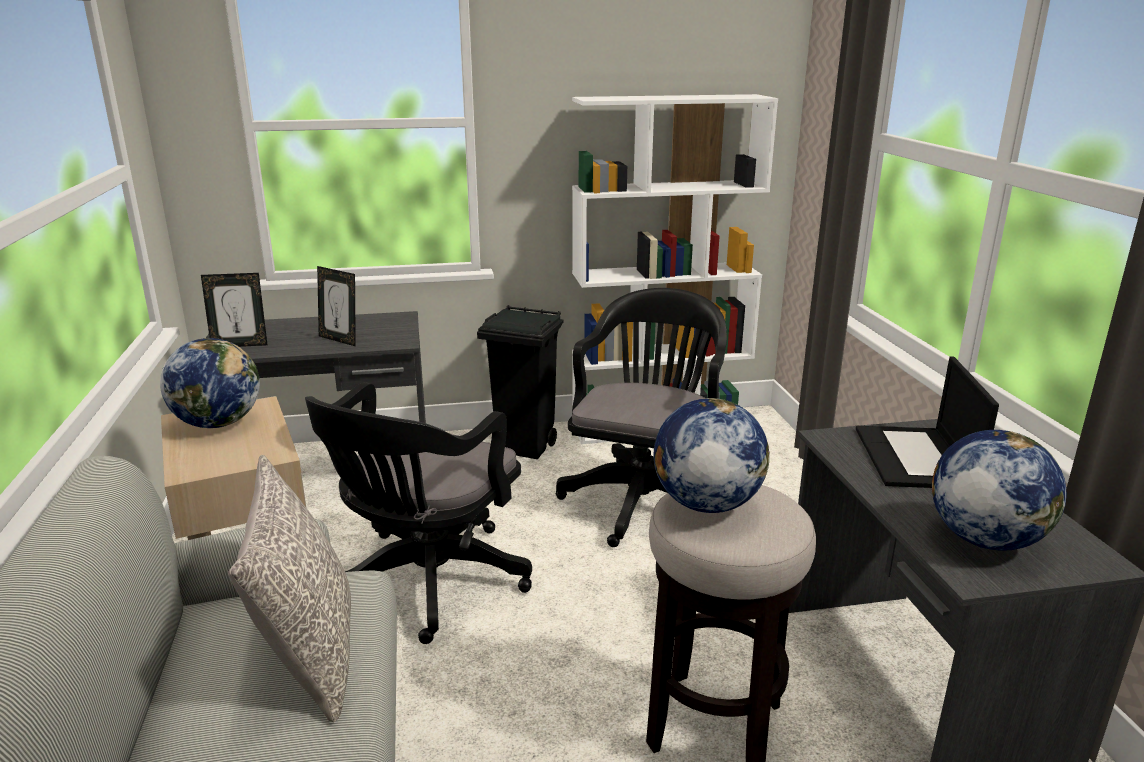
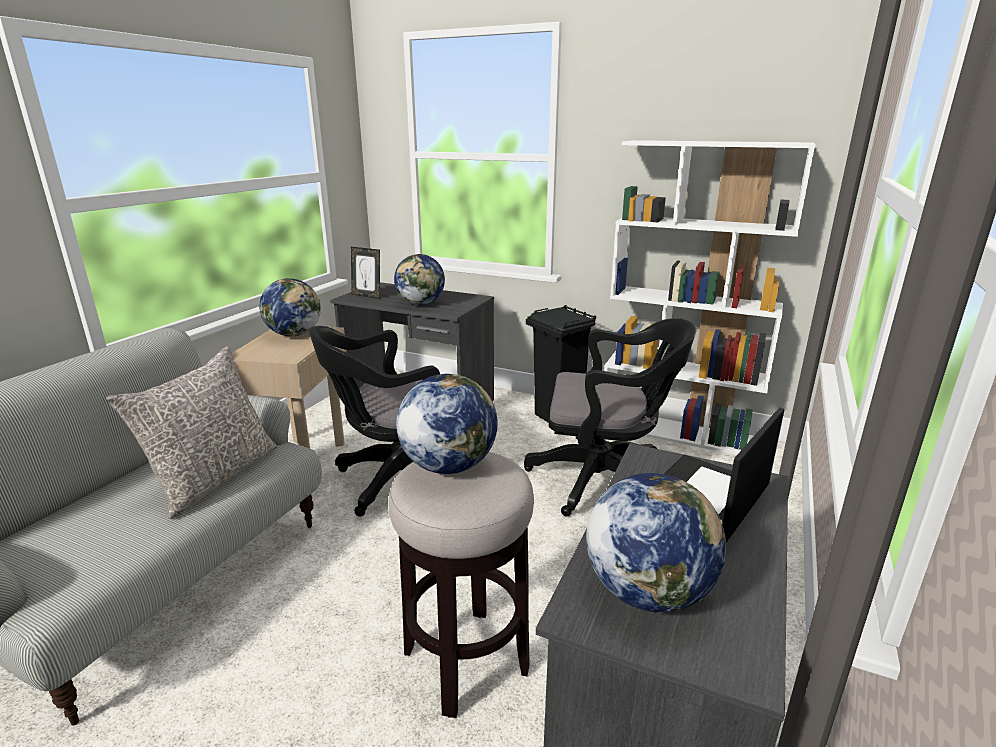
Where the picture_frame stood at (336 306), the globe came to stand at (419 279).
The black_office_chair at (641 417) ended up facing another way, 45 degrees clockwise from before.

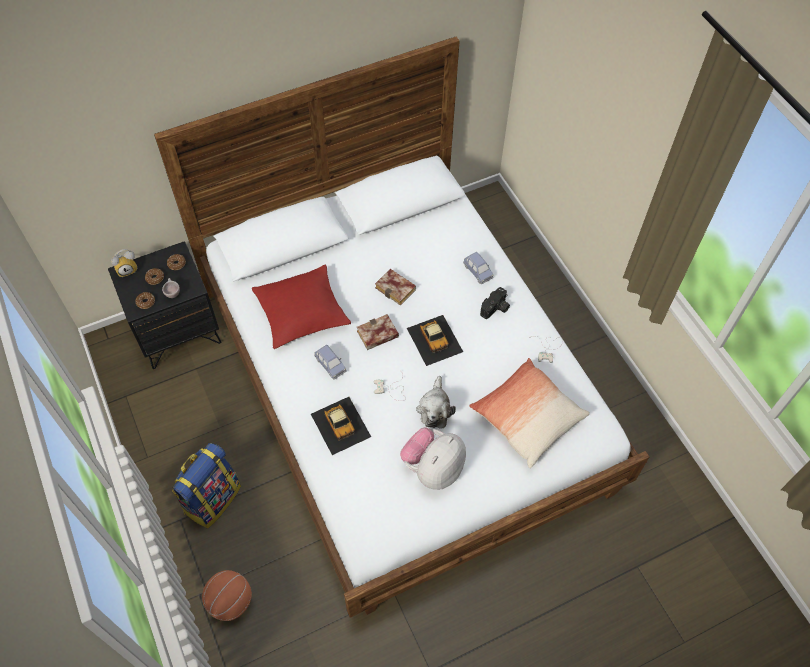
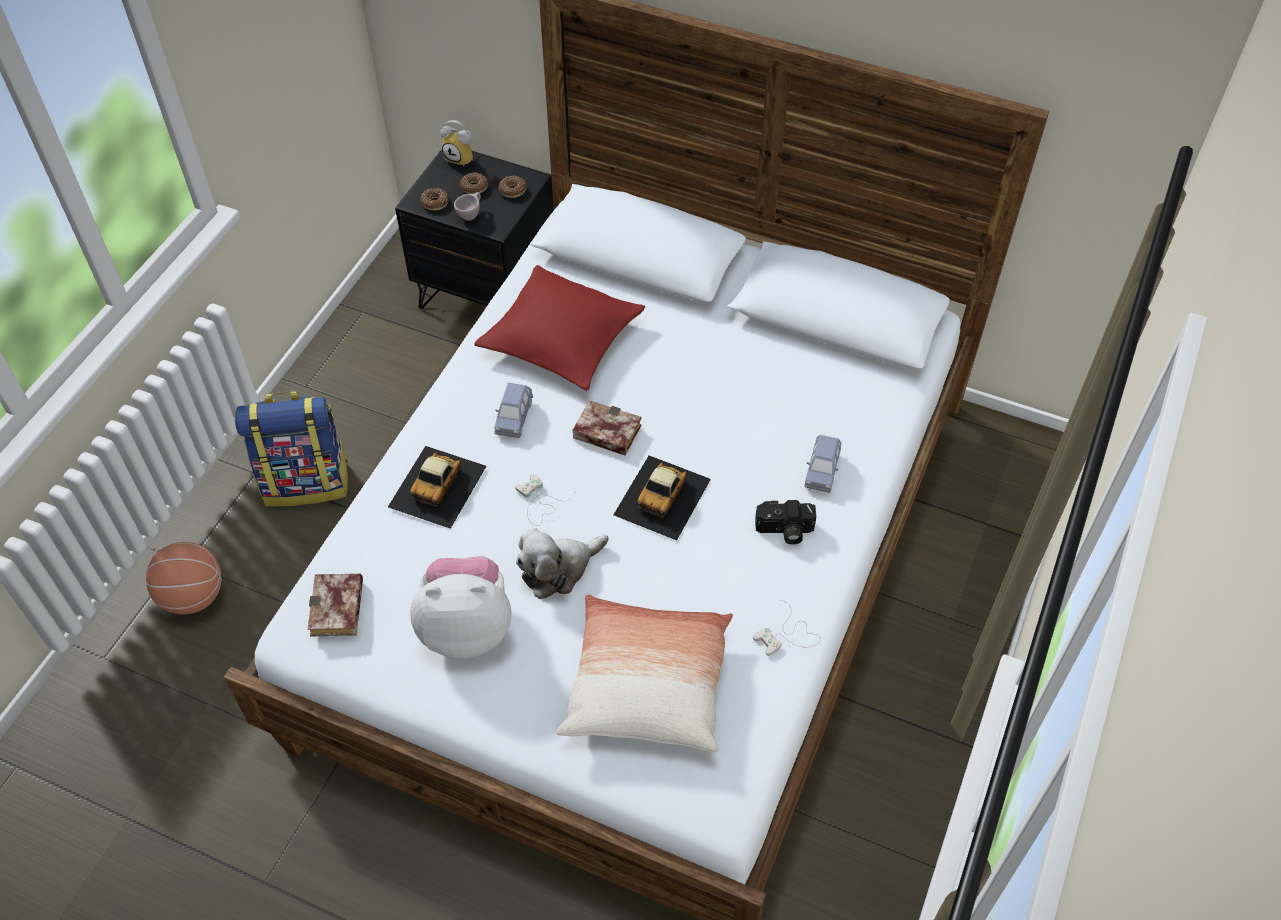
The book ended up elsewhere, having gone from (395 287) to (335 605).

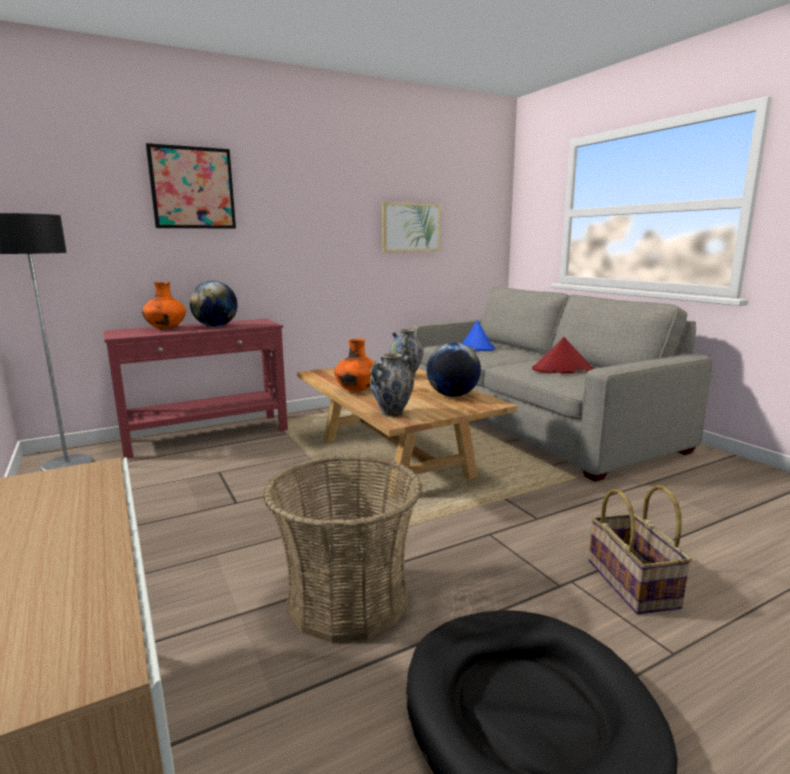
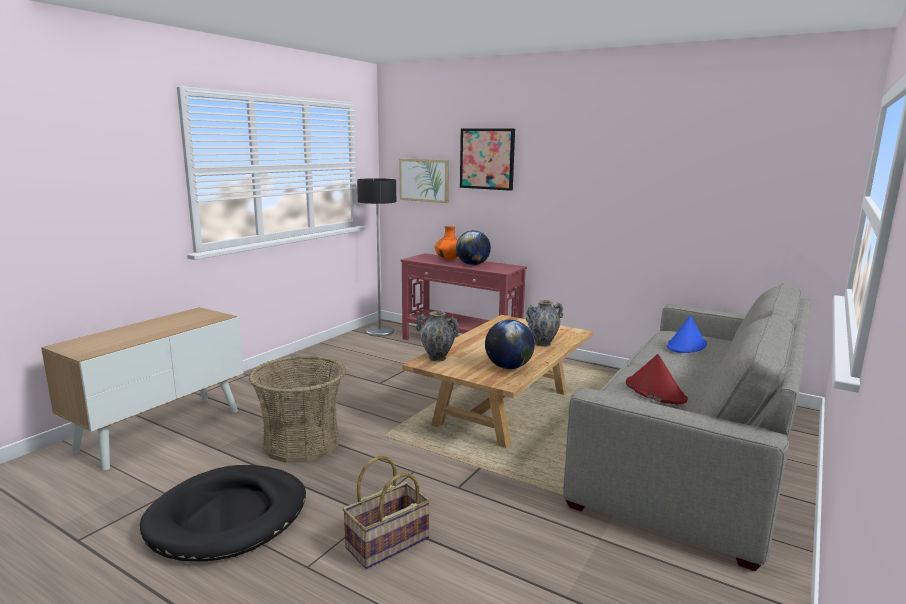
The second view lost the orange_vase at (354 365).
The picture ended up elsewhere, having gone from (411 227) to (424 181).

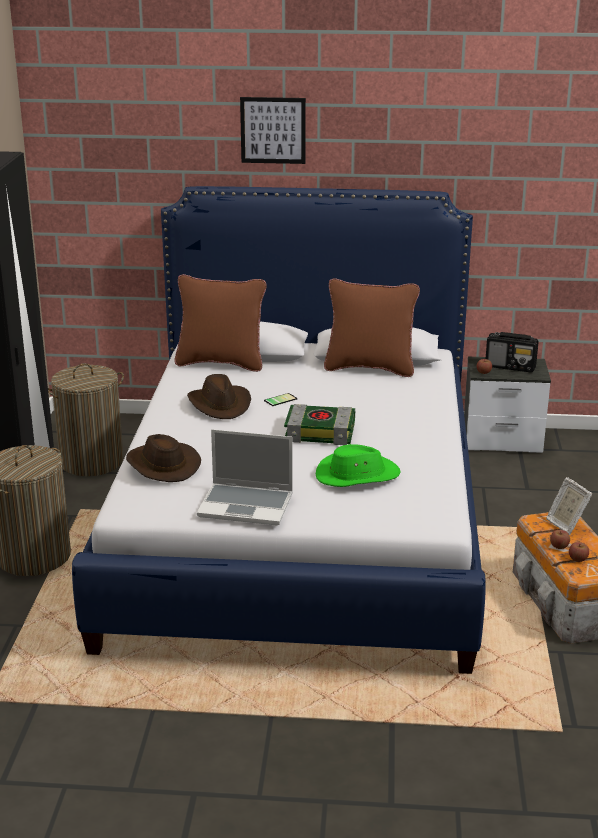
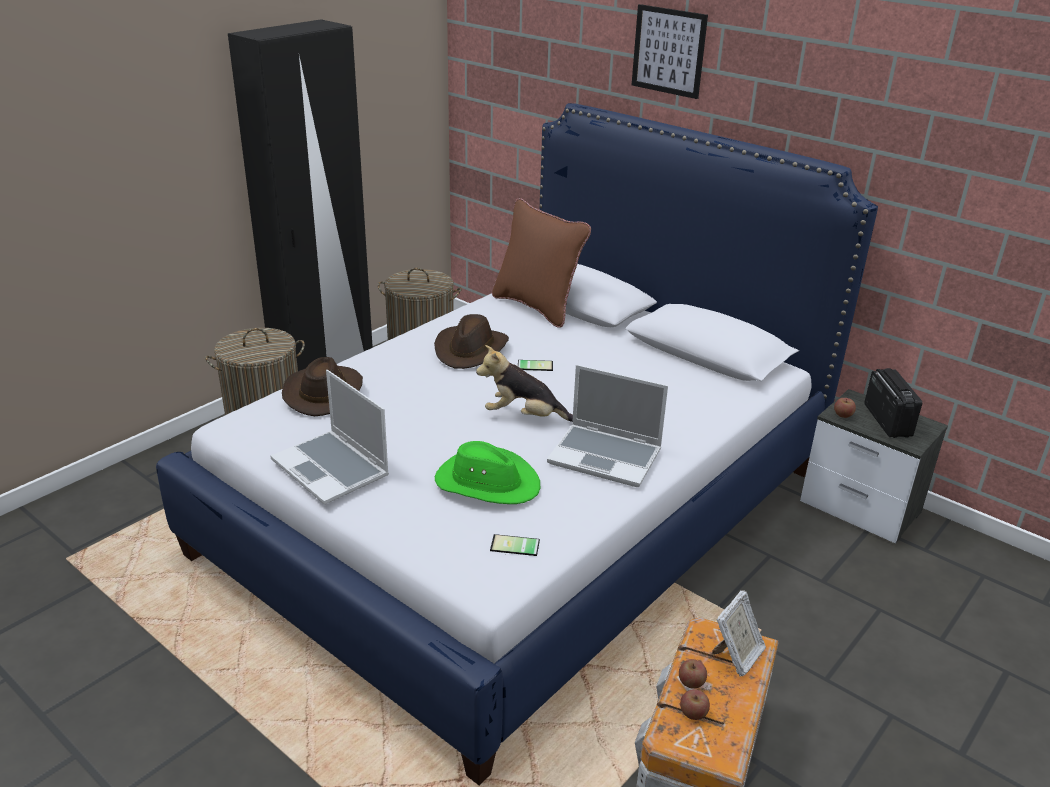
Where the book stood at (319 424), the plush_toy came to stand at (524 383).
The second view lost the brown_pillow at (372 327).
The radio at (512 352) ended up facing another way, 150 degrees counterclockwise from before.
The picture_frame at (569 506) ended up facing another way, 150 degrees counterclockwise from before.
The second view gained the phone at (515 545).
The second view gained the laptop at (607 426).

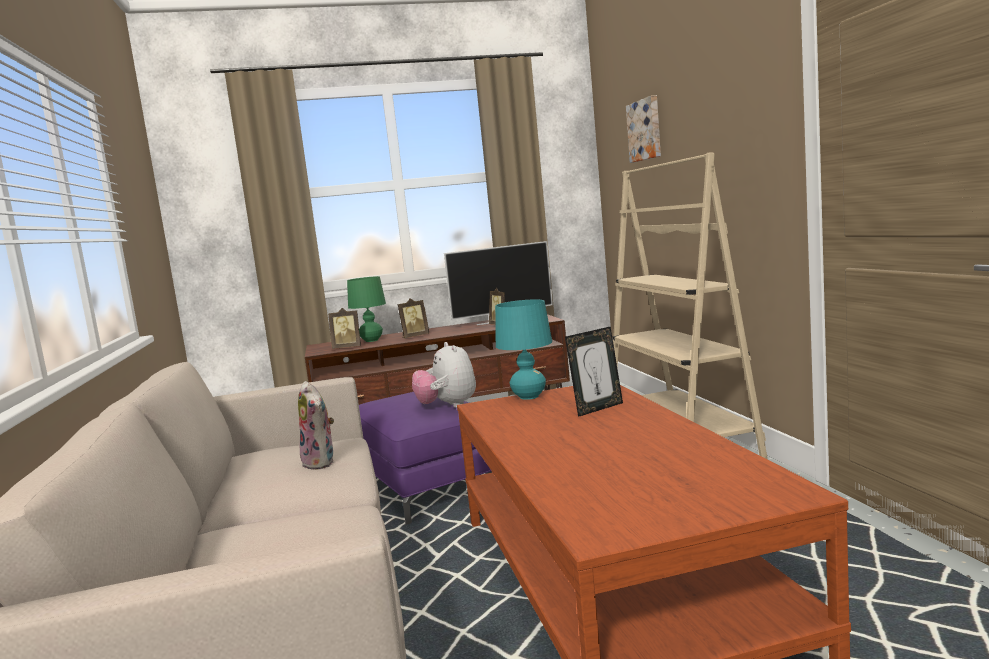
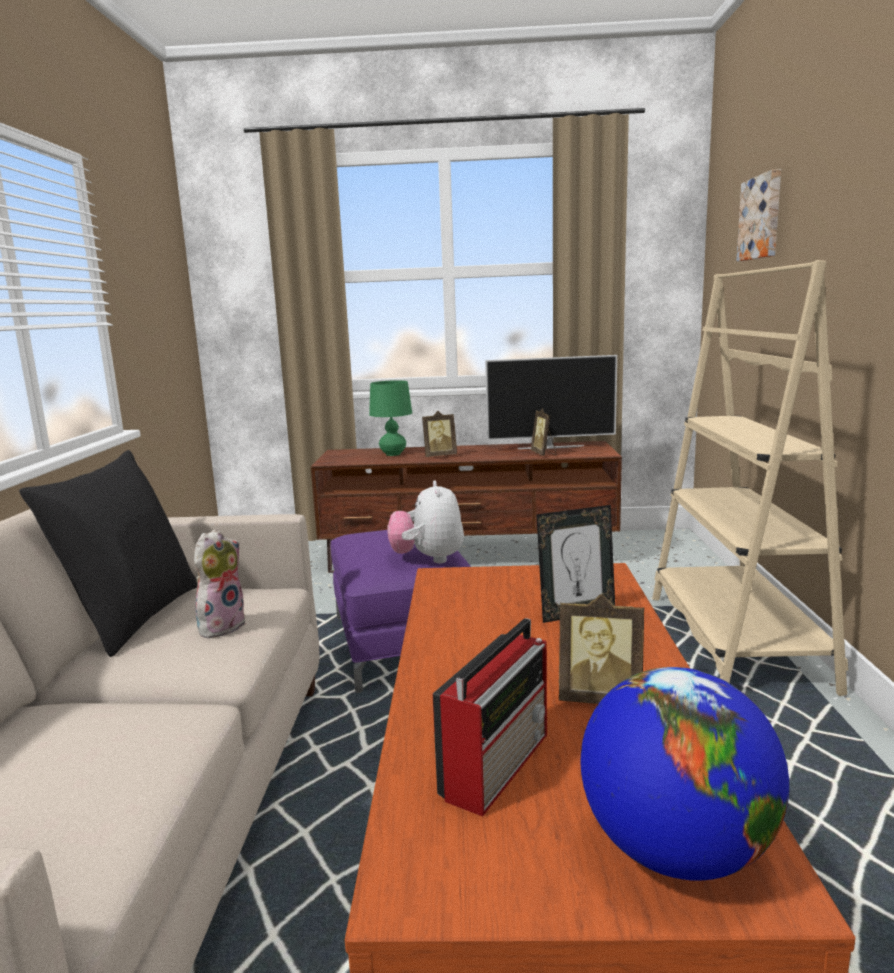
The plush_toy at (316 425) ended up facing another way, 135 degrees counterclockwise from before.
The picture_frame ended up elsewhere, having gone from (344 328) to (601 649).
The second view lost the turquoise_table_lamp at (523 349).
The second view gained the black_pillow at (108 553).
The second view gained the radio at (490 717).
The second view gained the globe at (685 774).

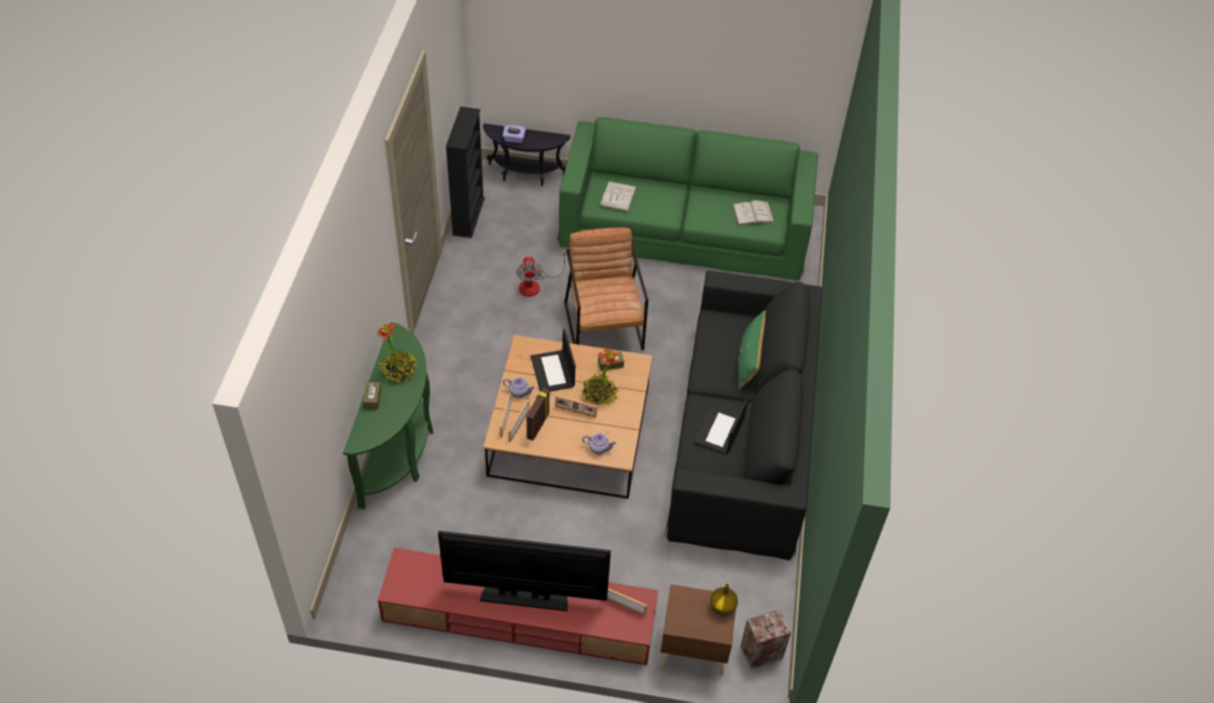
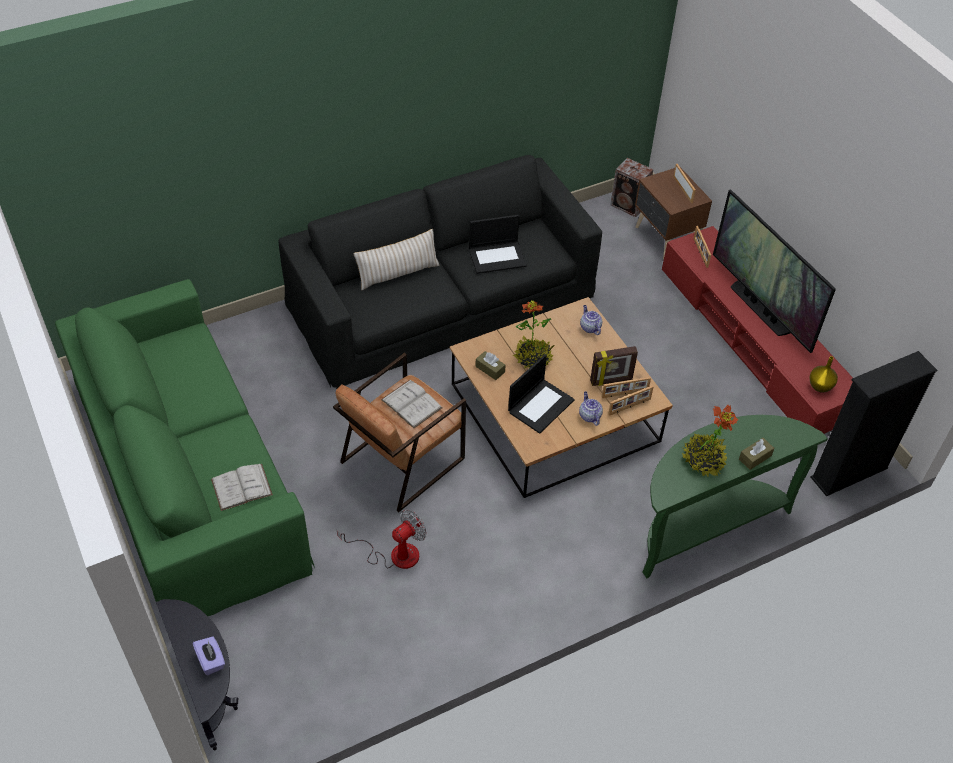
The black_bookcase ended up elsewhere, having gone from (465 172) to (874 423).
The picture_frame ended up elsewhere, having gone from (576 406) to (684 183).
The yellow_vase ended up elsewhere, having gone from (724 599) to (823 374).
The white_book ended up elsewhere, having gone from (753 212) to (411 404).
What was the green_pillow at (751 350) turned into the beige_pillow at (396 259).

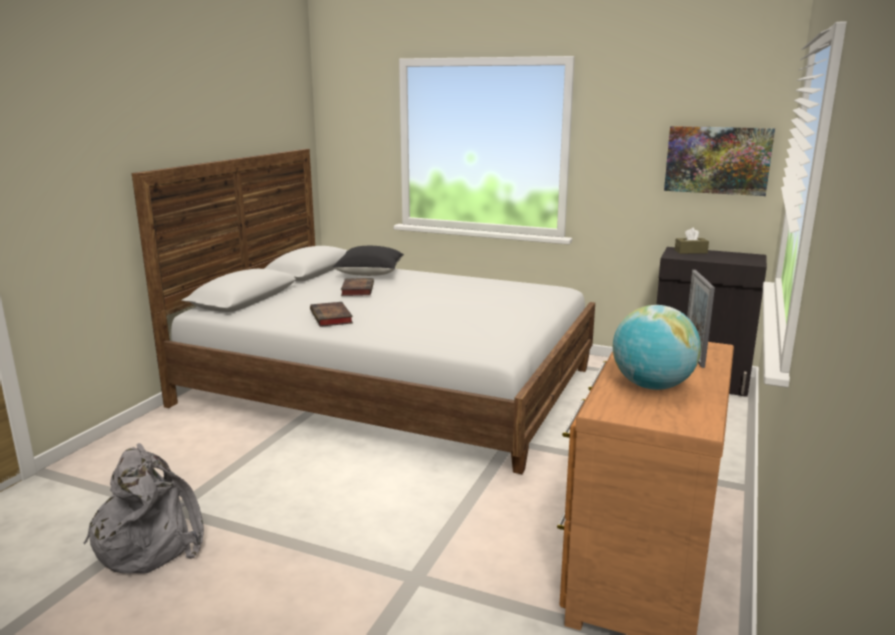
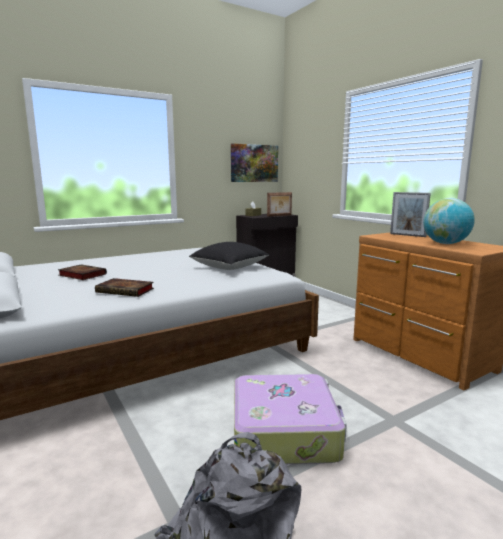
The black_pillow ended up elsewhere, having gone from (368 261) to (229 256).
The second view gained the suitcase at (290 419).
The second view gained the picture_frame at (279 204).

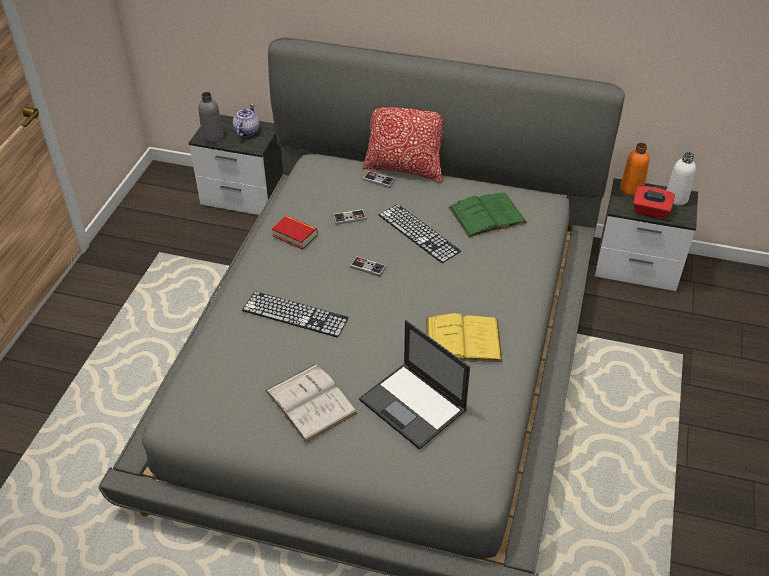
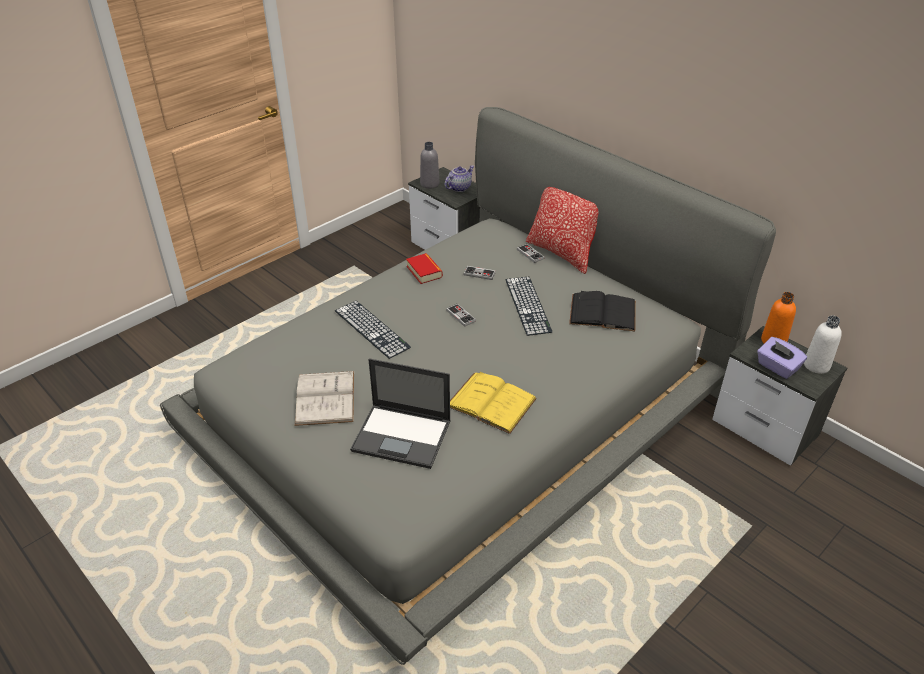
The laptop at (414 385) ended up facing another way, 60 degrees counterclockwise from before.
What was the green_book at (488 215) turned into the black_book at (602 311).
What was the red_tissue_box at (654 202) turned into the purple_tissue_box at (782 358).

